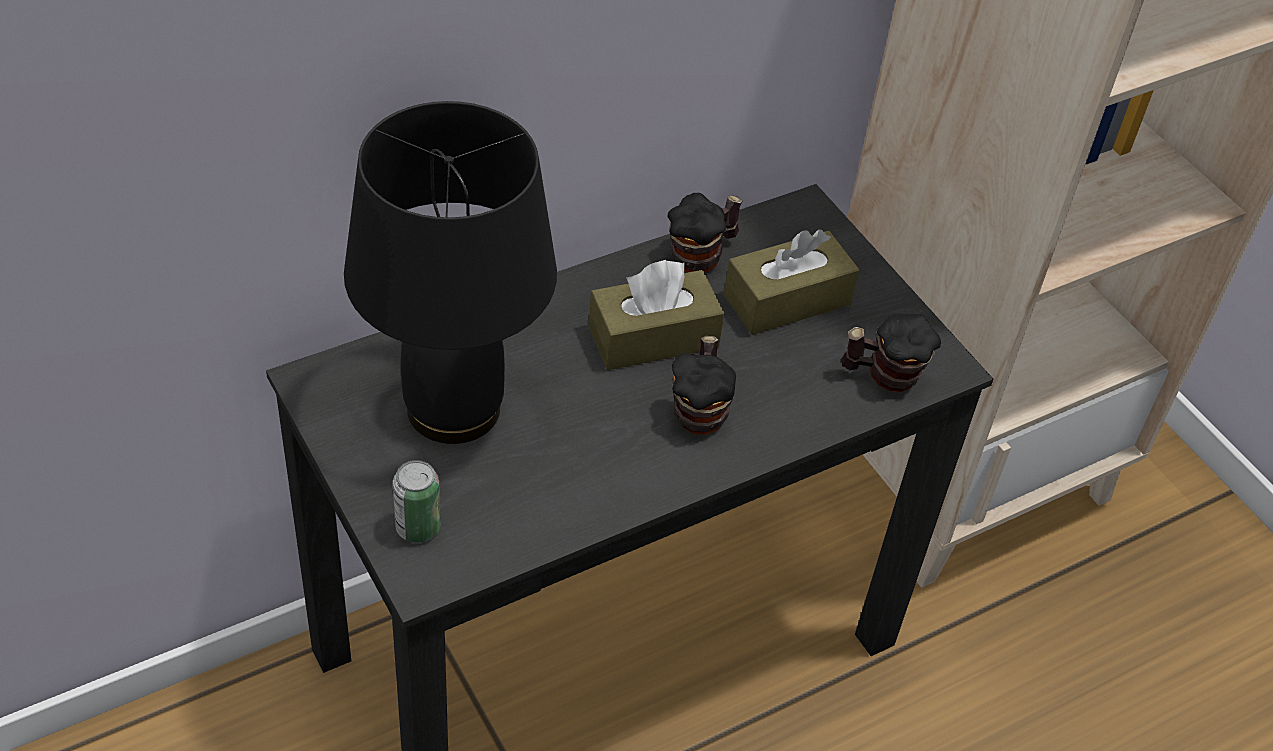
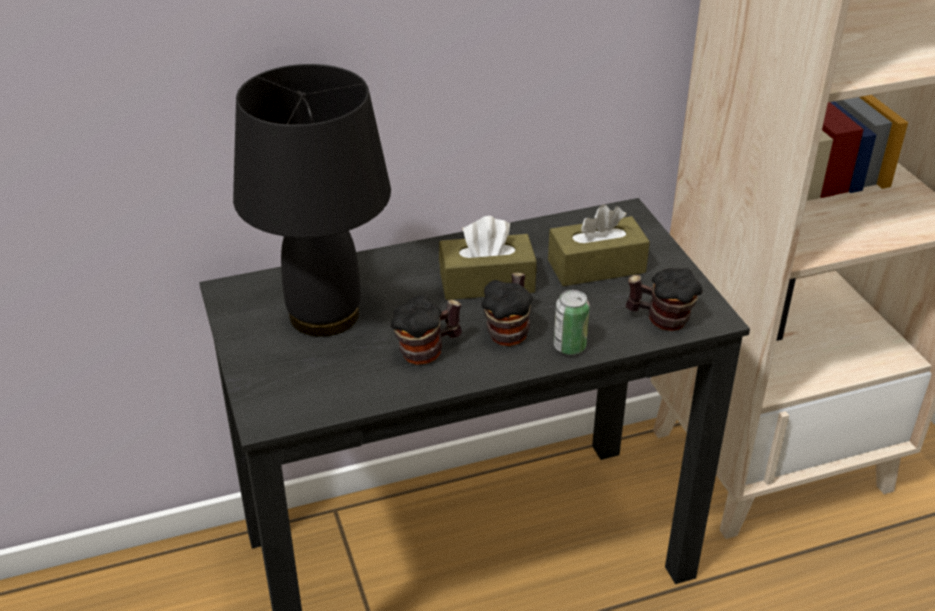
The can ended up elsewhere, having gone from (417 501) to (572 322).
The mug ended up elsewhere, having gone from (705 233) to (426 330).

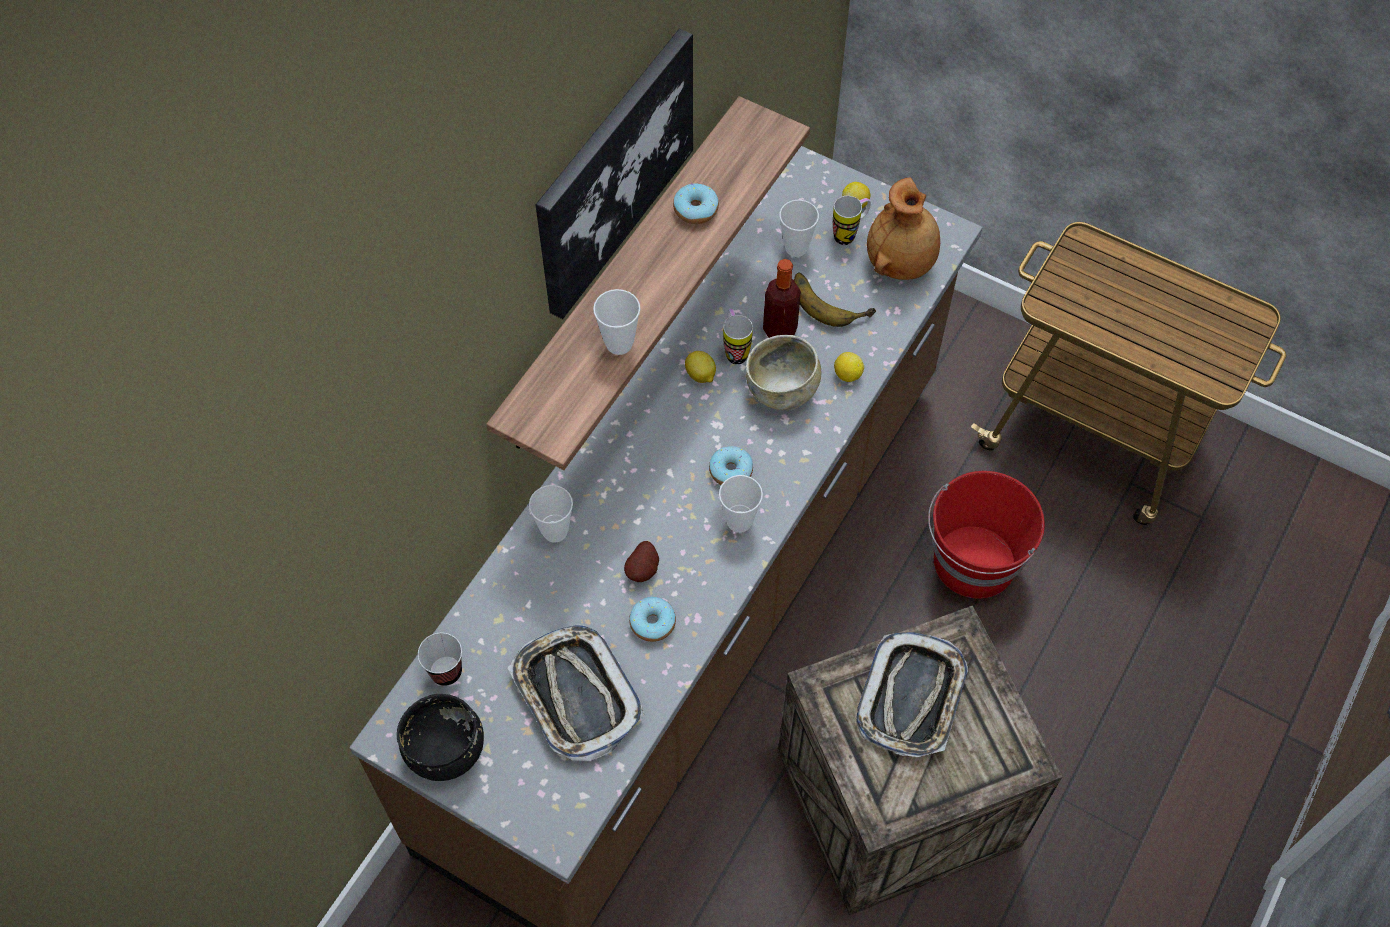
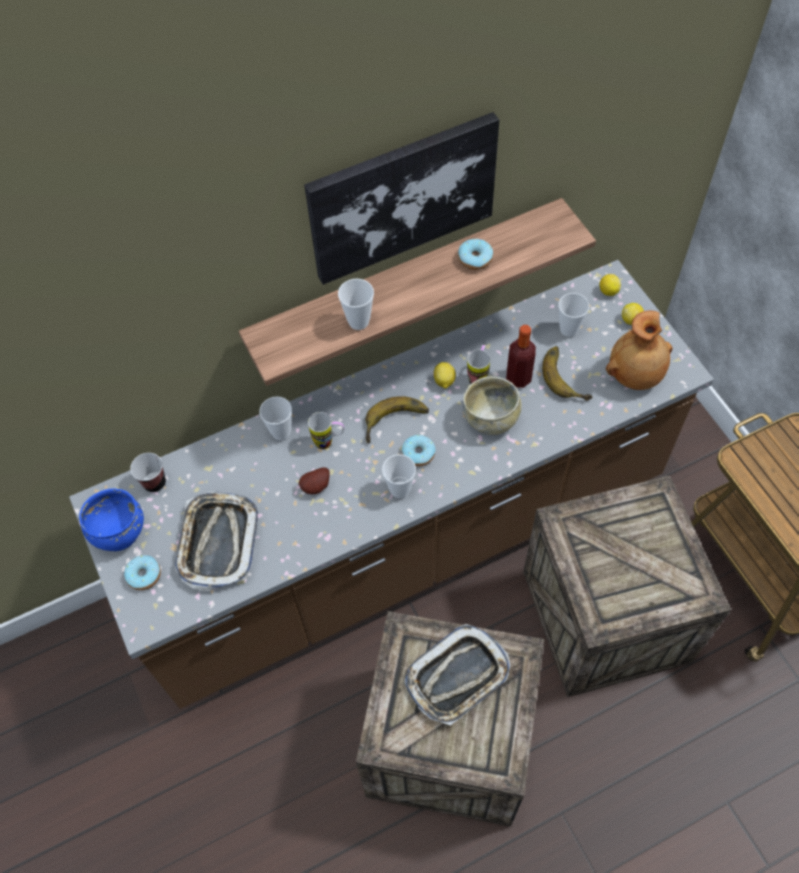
What was the black_bowl at (440 737) turned into the blue_bowl at (111 519).
The donut ended up elsewhere, having gone from (652 619) to (142 572).
The mug ended up elsewhere, having gone from (852 220) to (326 430).
The lemon ended up elsewhere, having gone from (849 367) to (610 285).
Where the red_bucket stood at (986 535), the crate came to stand at (627 586).
The second view gained the banana at (397 420).

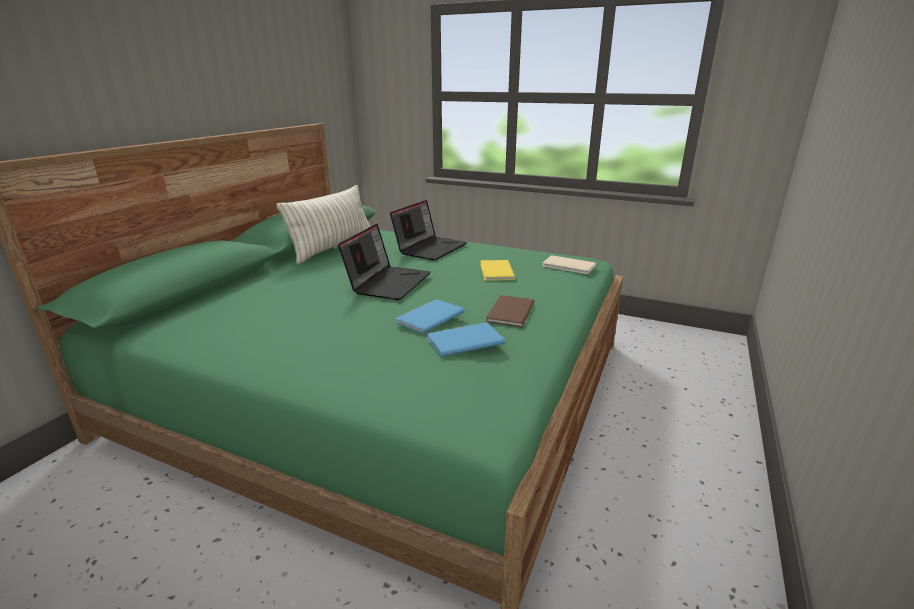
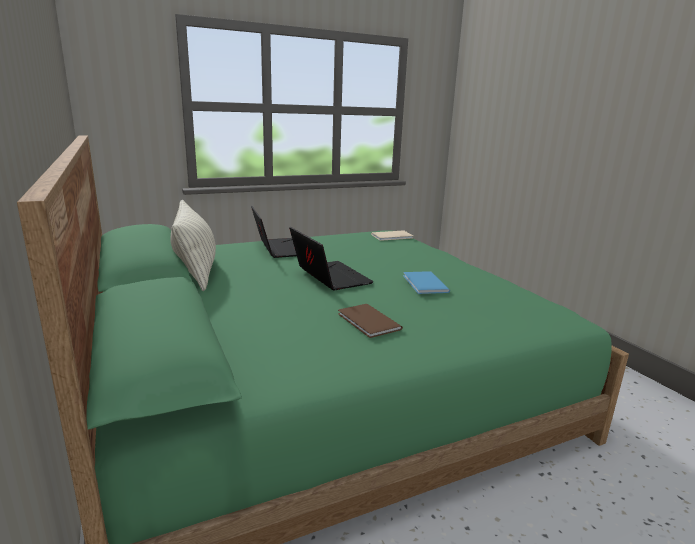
The second view lost the blue_book at (466 340).
The second view lost the yellow_book at (498 270).
The brown_book ended up elsewhere, having gone from (510 311) to (370 321).

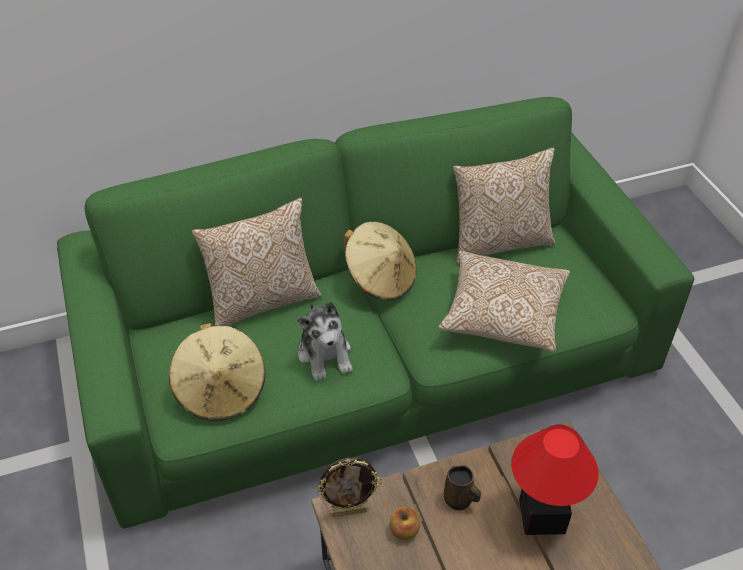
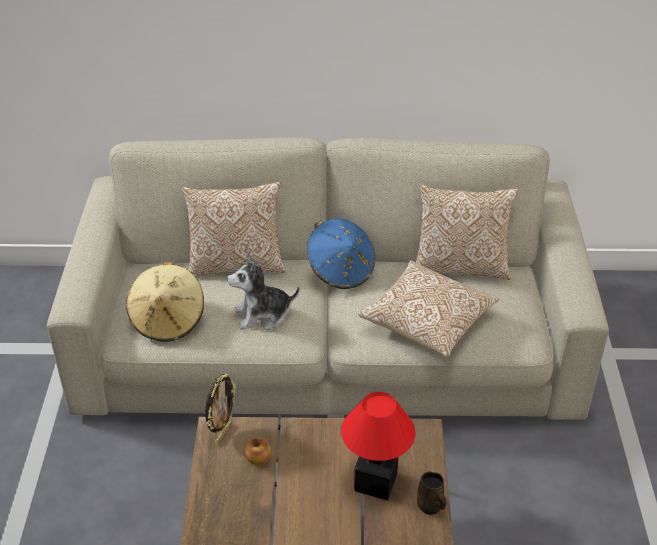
What was the green_sofa at (375 312) turned into the beige_sofa at (328 278).
The plush_toy at (324 341) ended up facing another way, 75 degrees clockwise from before.
The picture_frame at (348 487) ended up facing another way, 75 degrees counterclockwise from before.
What was the beige_hat at (380 261) turned into the blue_hat at (341 253).
The brown_mug ended up elsewhere, having gone from (462 487) to (432 493).

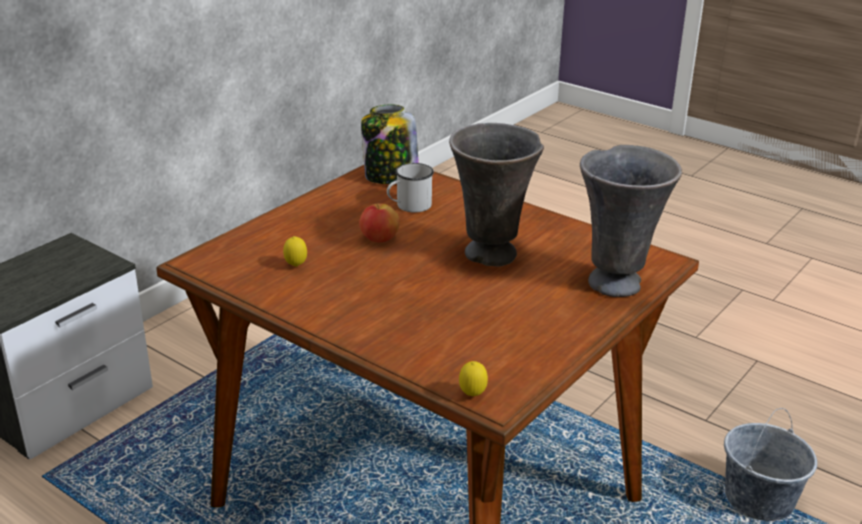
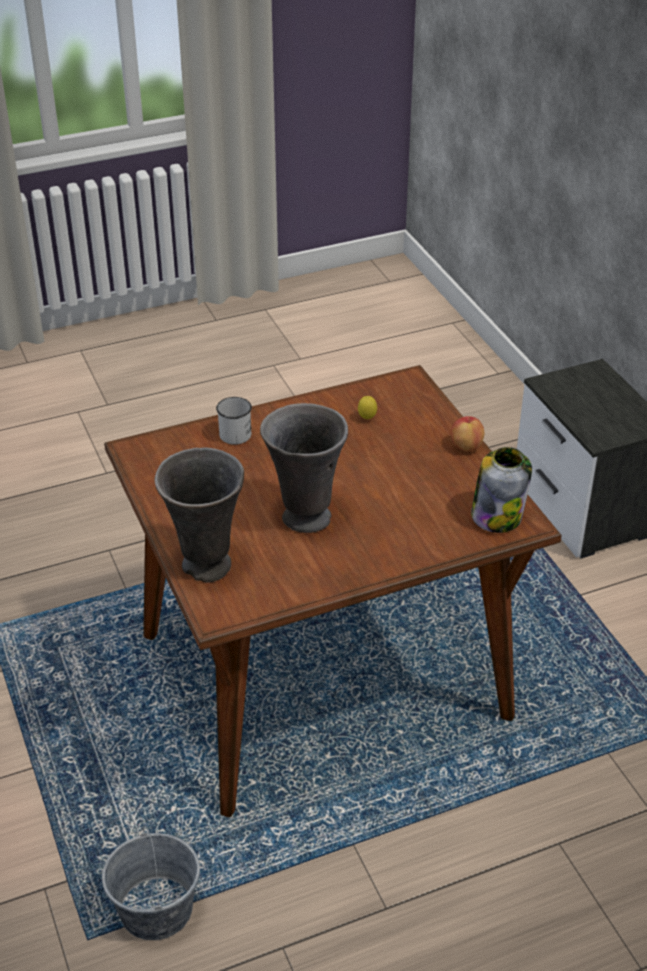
The apple ended up elsewhere, having gone from (379 222) to (467 433).
The white_mug ended up elsewhere, having gone from (410 187) to (234 421).
The second view lost the lemon at (473 378).

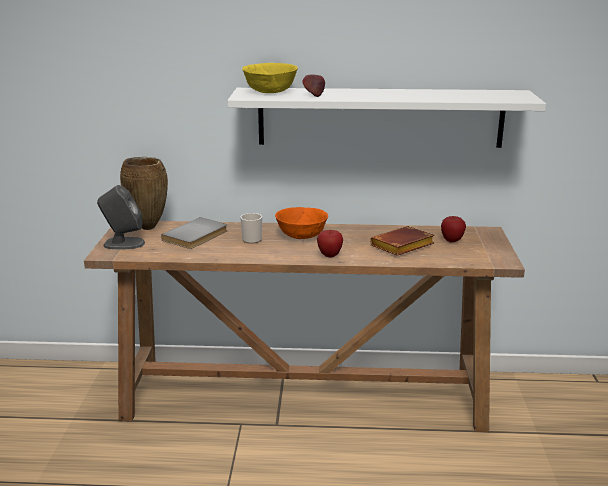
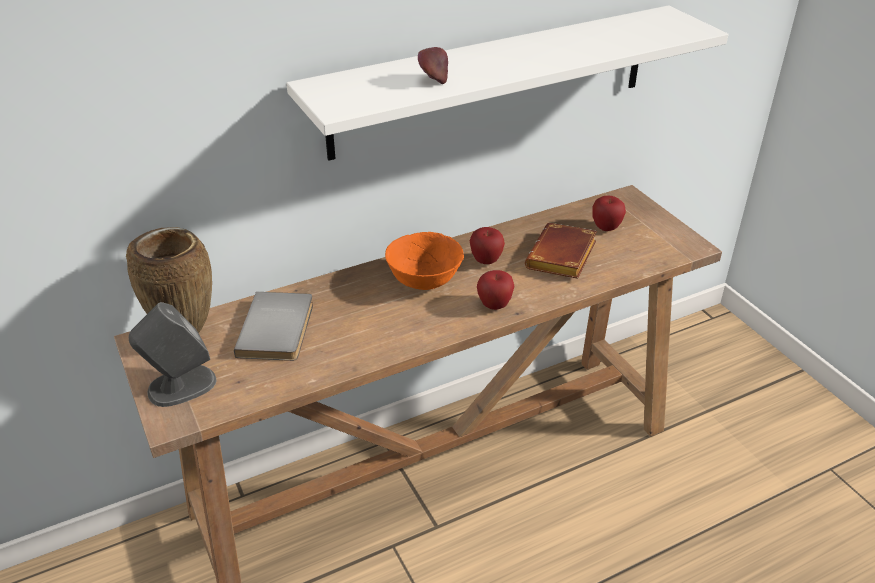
The second view lost the mug at (251 228).
The second view lost the yellow_bowl at (270 78).
The second view gained the apple at (487 245).

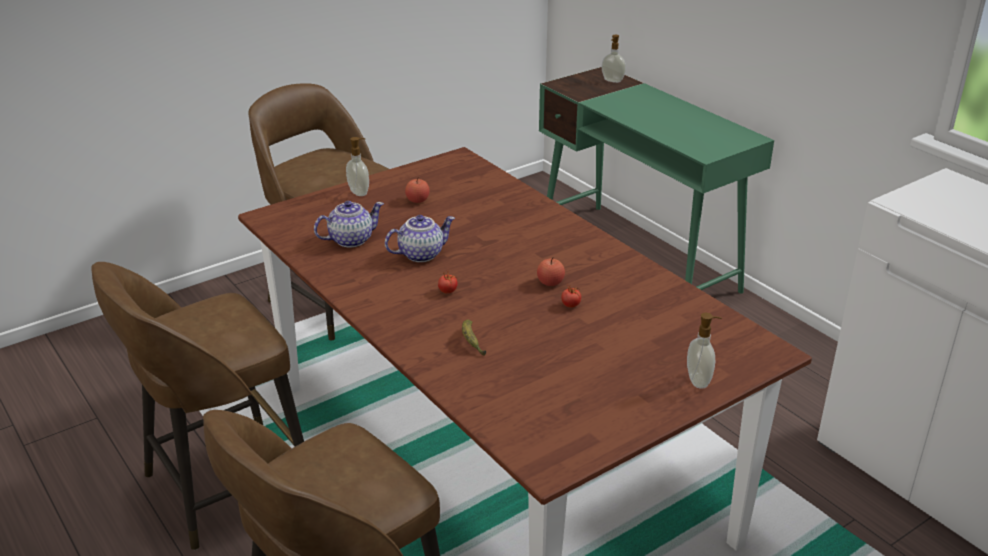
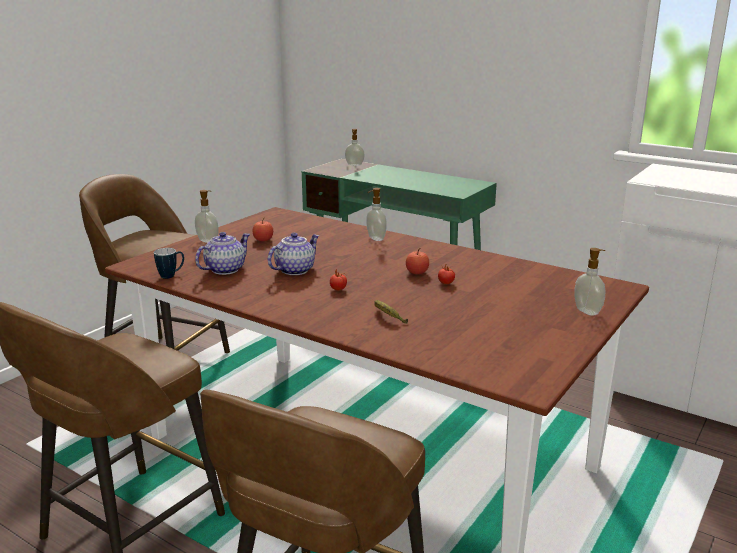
The second view gained the mug at (169 263).
The second view gained the soap_dispenser at (376 214).

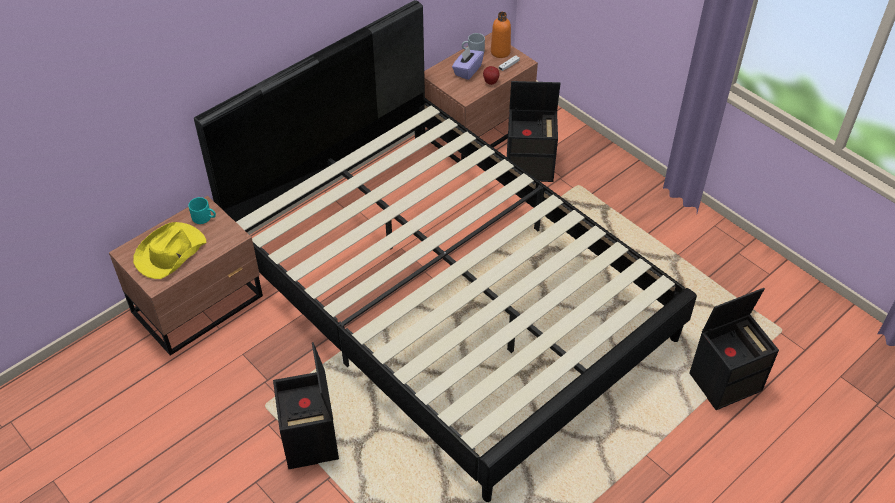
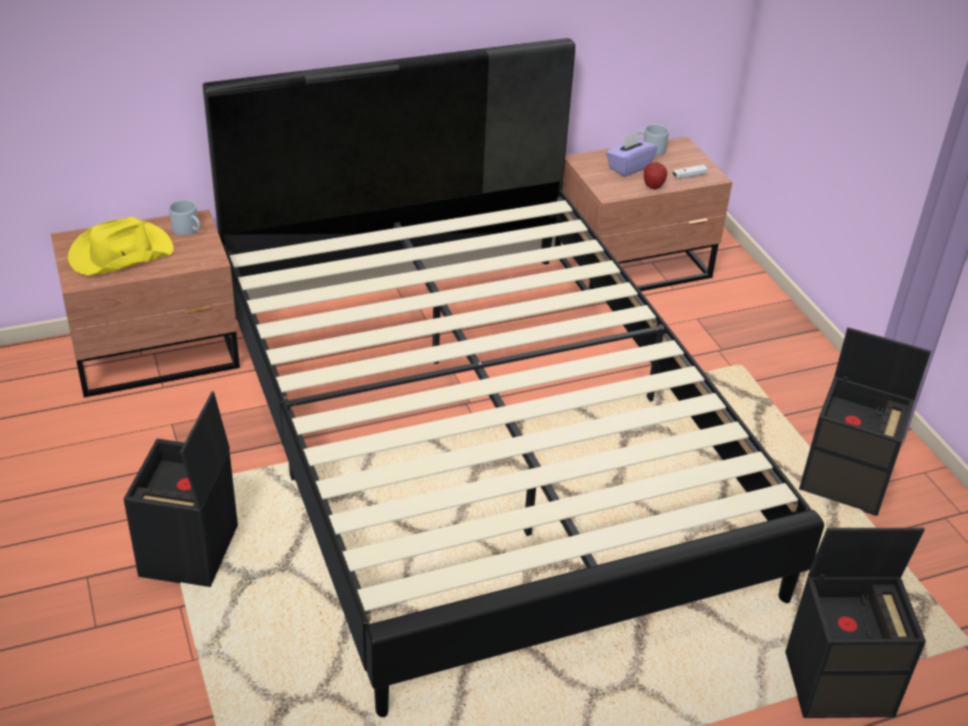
What was the turquoise_mug at (202 210) turned into the grey_mug at (184 218).
The second view lost the orange_bottle at (501 35).
The black_storage_box ended up elsewhere, having gone from (534 131) to (865 421).

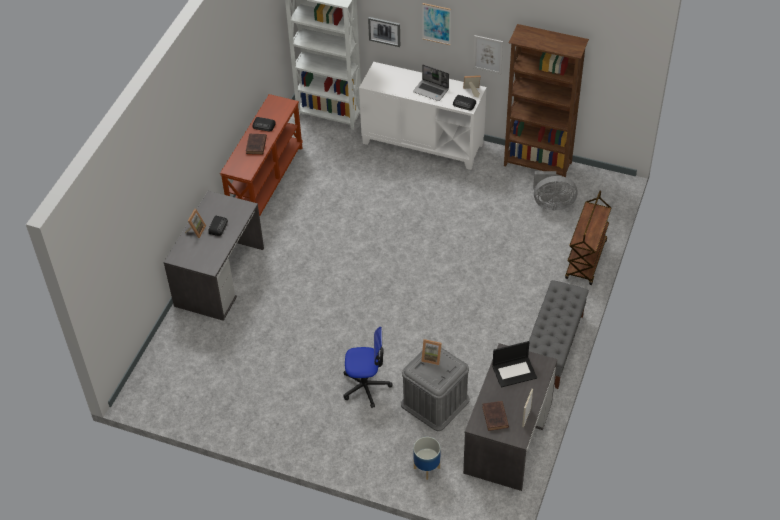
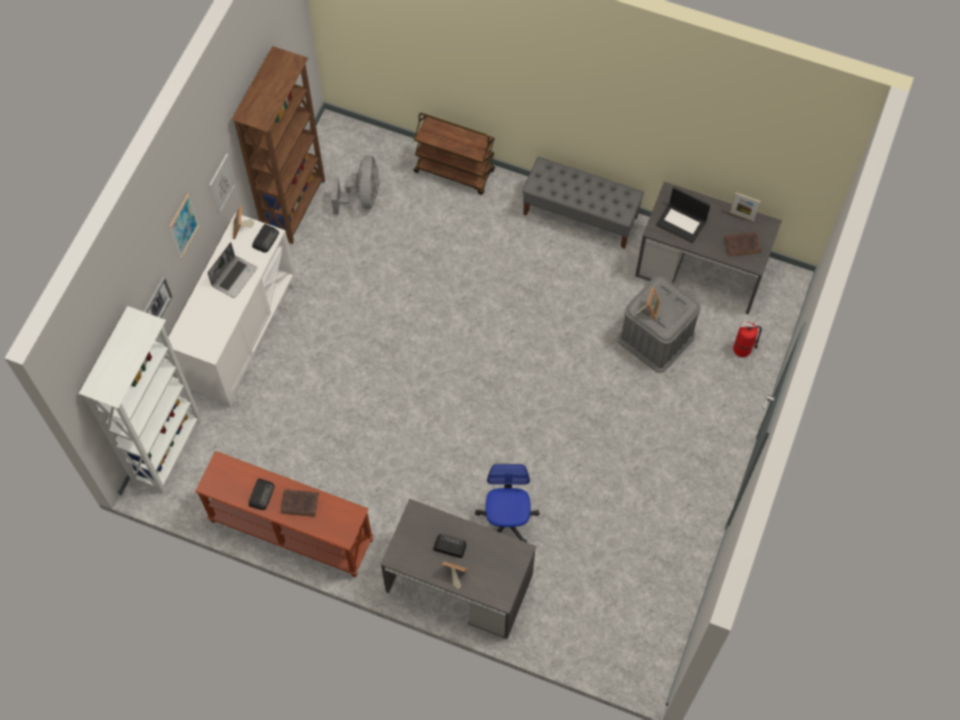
The office_chair ended up elsewhere, having gone from (367 367) to (507 503).
Where the planter stood at (426 458), the fire_extinguisher came to stand at (747 339).
The laptop at (514 364) ended up facing another way, 135 degrees clockwise from before.

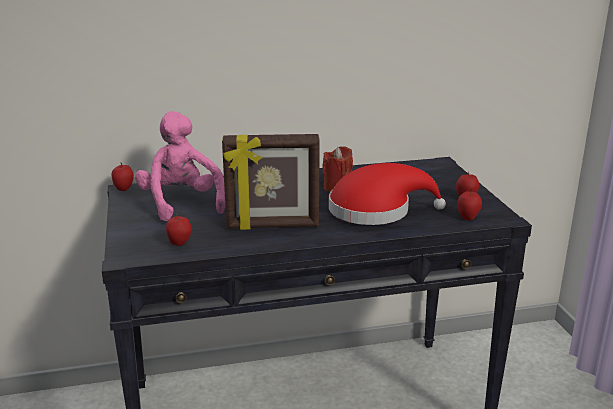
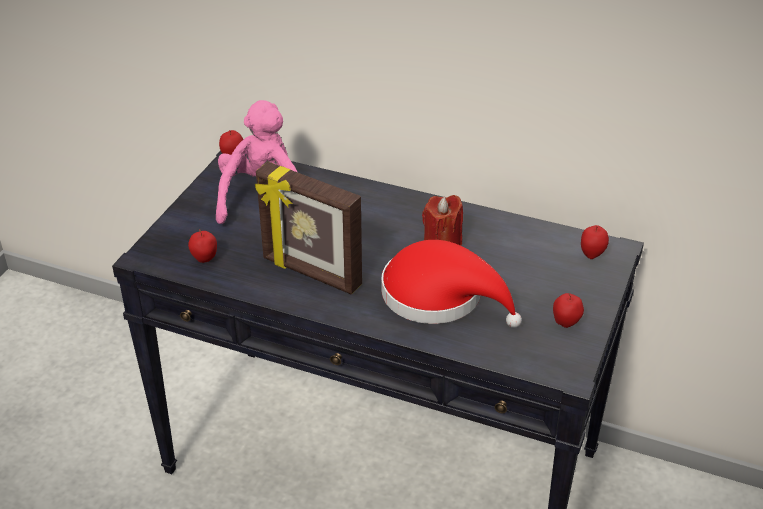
The apple ended up elsewhere, having gone from (469 204) to (595 242).

